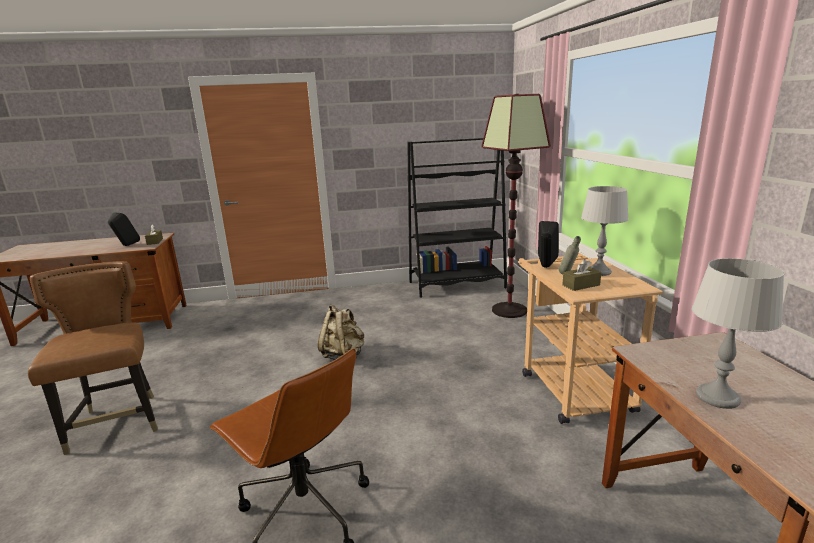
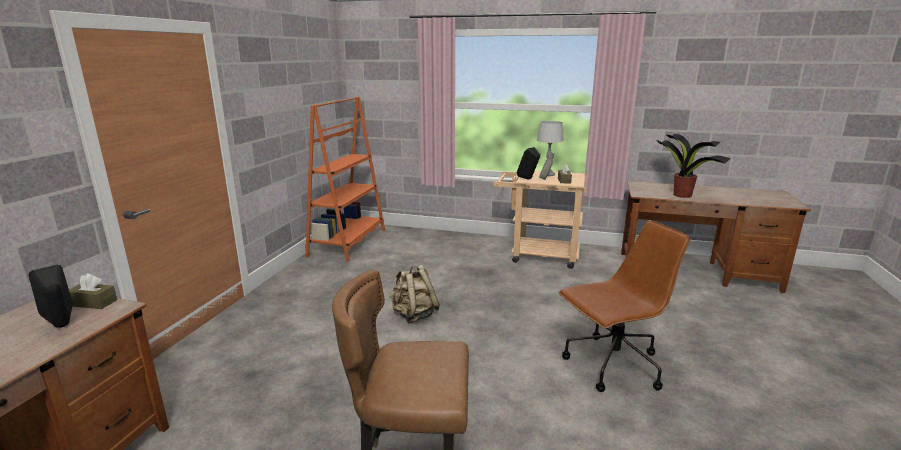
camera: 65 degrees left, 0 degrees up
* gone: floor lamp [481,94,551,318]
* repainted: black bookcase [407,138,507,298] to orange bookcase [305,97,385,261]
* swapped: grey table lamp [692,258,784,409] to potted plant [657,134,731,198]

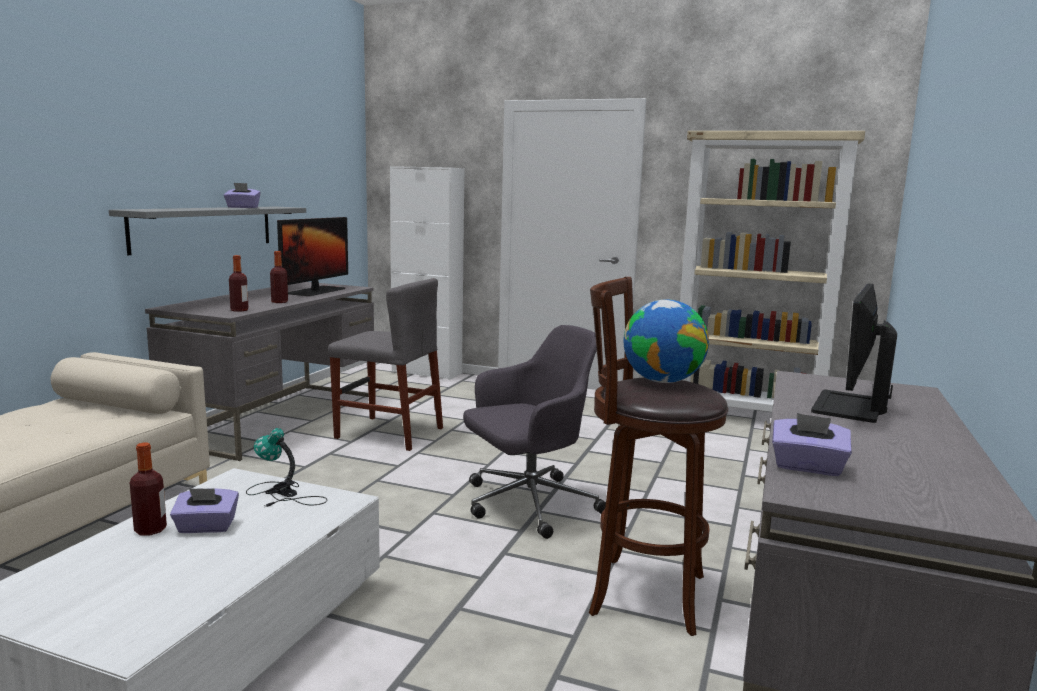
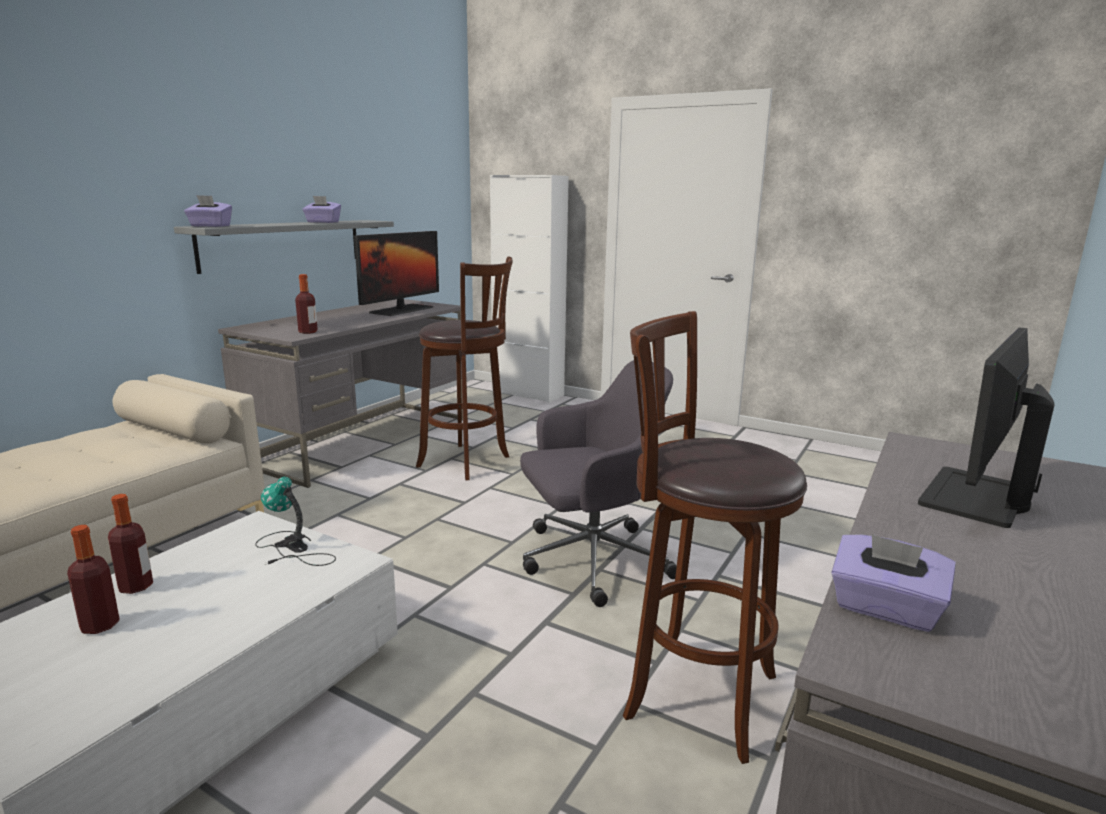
camera: 10 degrees right, 5 degrees up
* gone: beige bookcase [680,131,865,412]
* shifted: bottle [270,251,288,303] to [67,525,120,634]
* swapped: grey chair [328,278,443,451] to brown stool [416,256,513,480]
* gone: globe [624,299,709,383]
* shifted: purple tissue box [170,488,239,533] to [184,195,232,227]

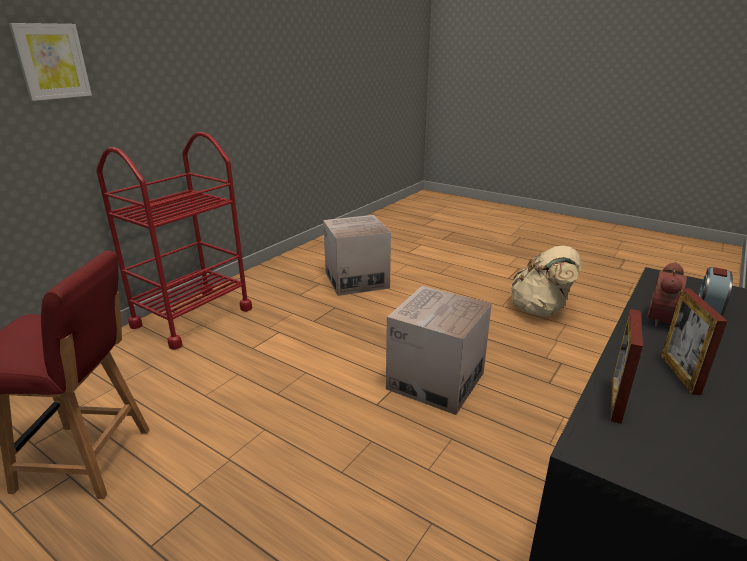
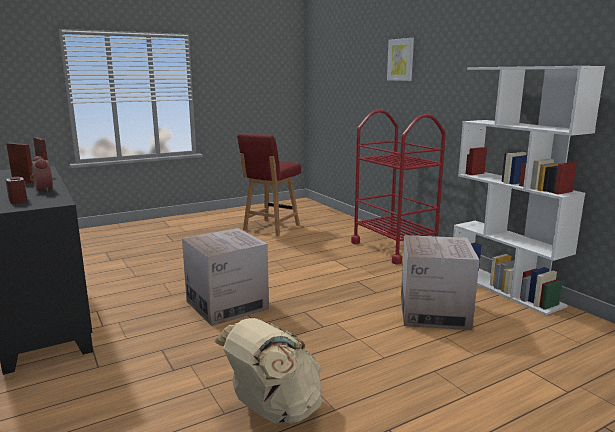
camera: 115 degrees right, 10 degrees down
* new: white bookcase [453,66,605,315]

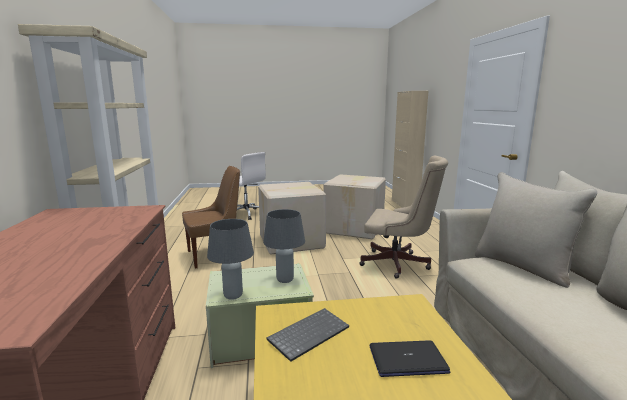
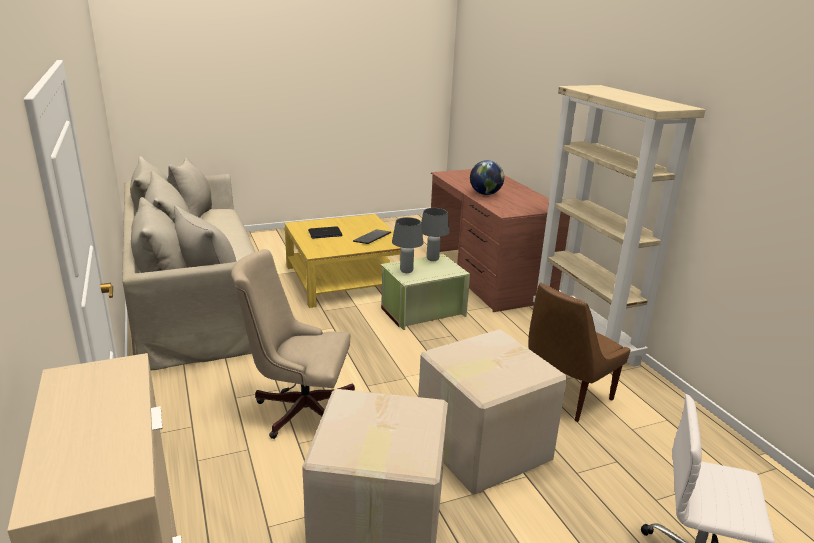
camera: 165 degrees right, 10 degrees up
* new: globe [470,160,504,195]

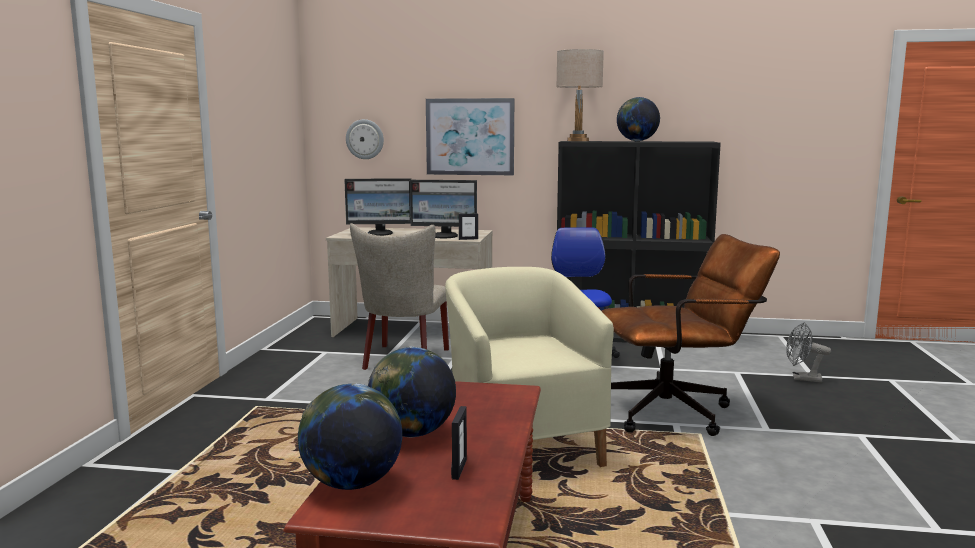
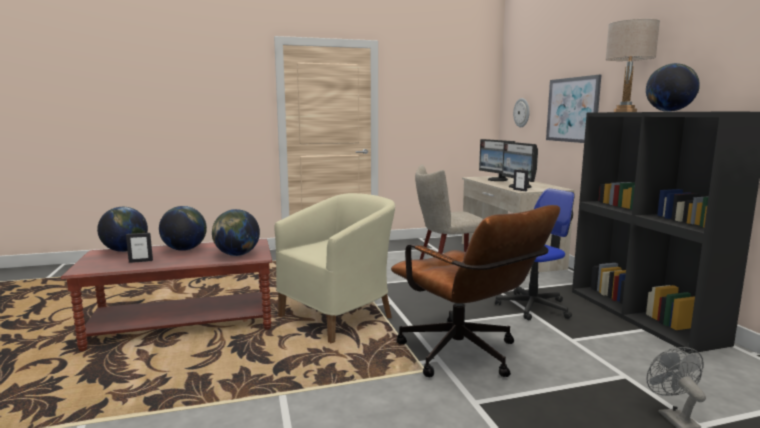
camera: 65 degrees right, 0 degrees up
* new: globe [212,209,260,256]

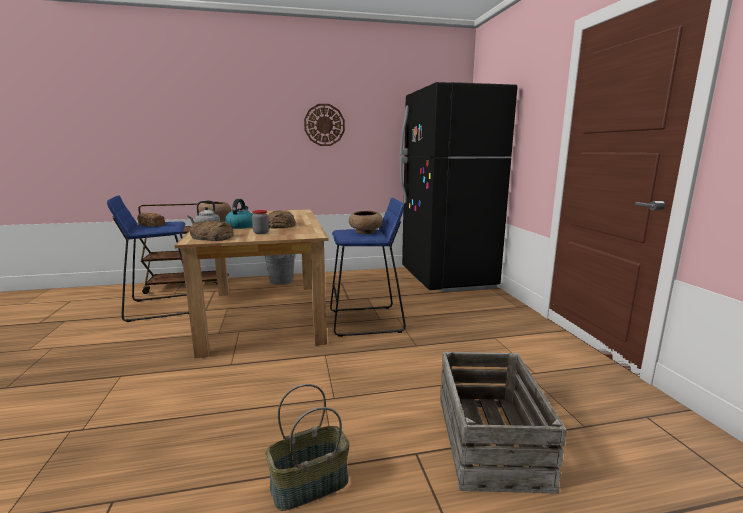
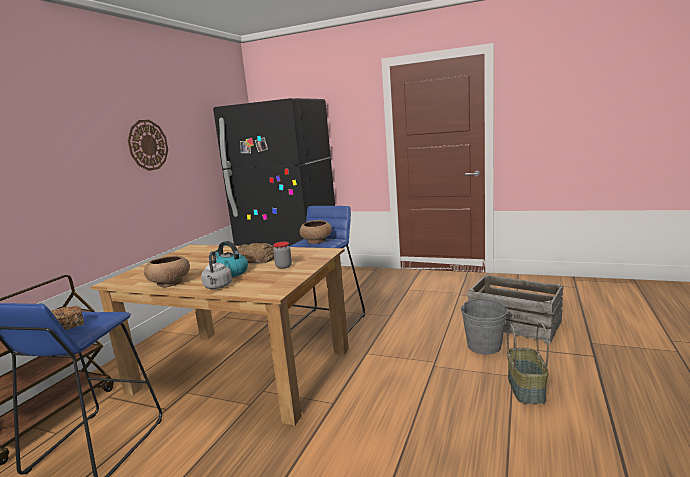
camera: 55 degrees left, 0 degrees up
* gone: bread [190,221,234,241]
* shifted: grey bucket [265,254,295,285] to [460,298,508,355]

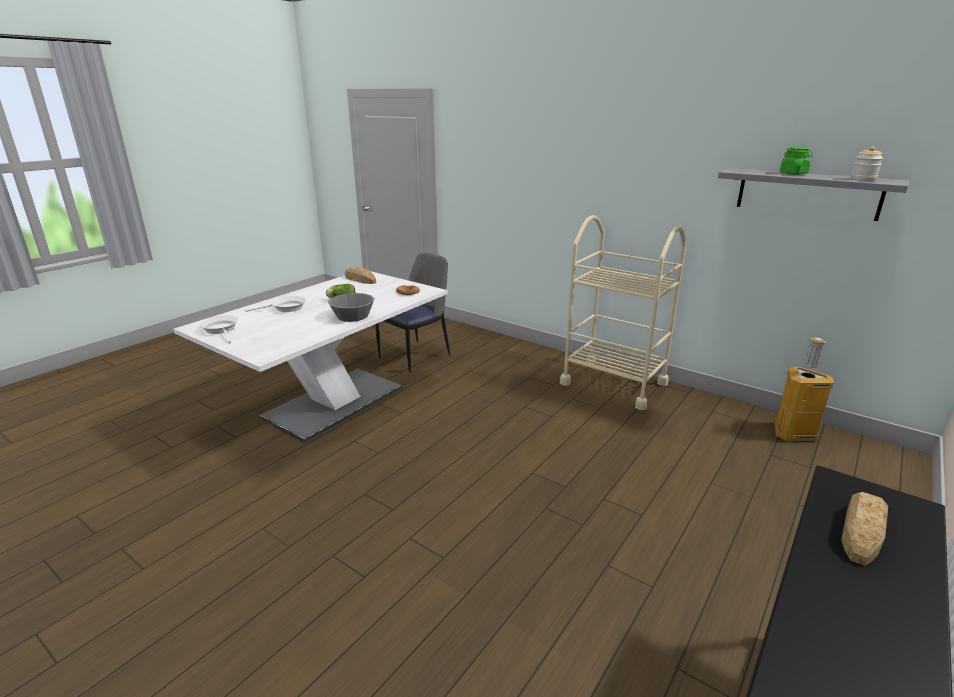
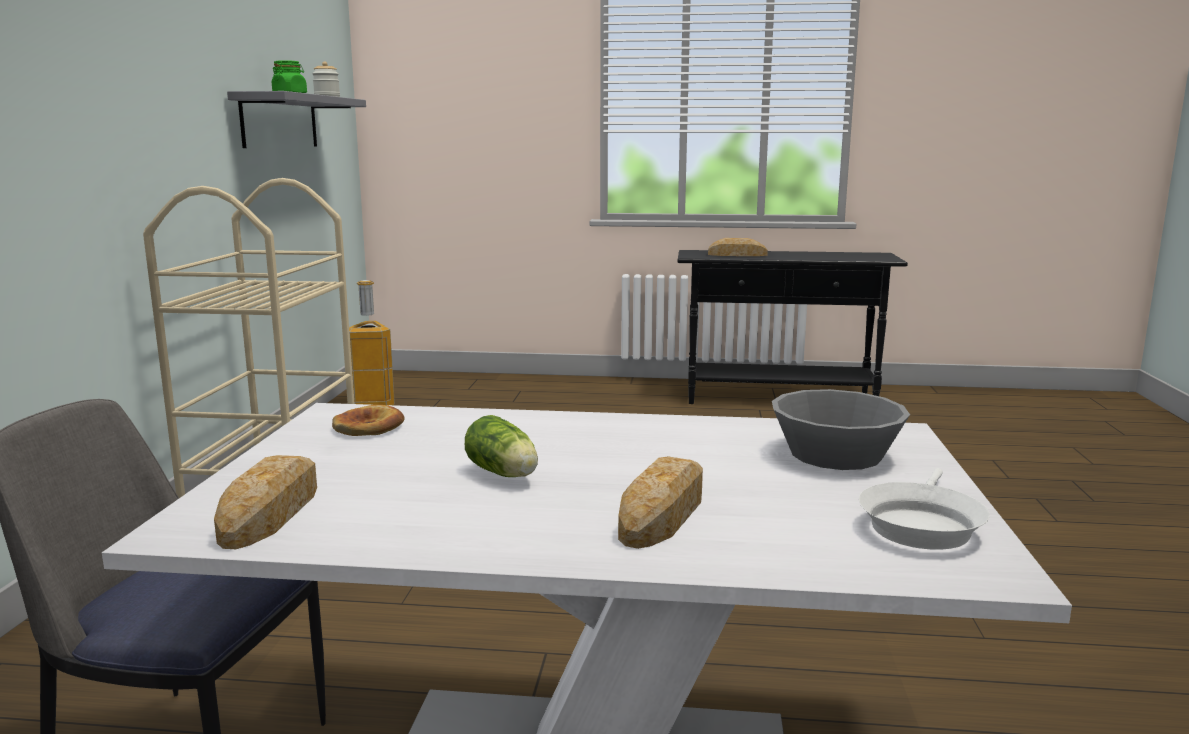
camera: 120 degrees left, 10 degrees down
* shifted: grey bowl [328,293,375,322] to [772,389,910,470]
* swapped: white frying pan [245,296,306,312] to bread [618,456,703,549]

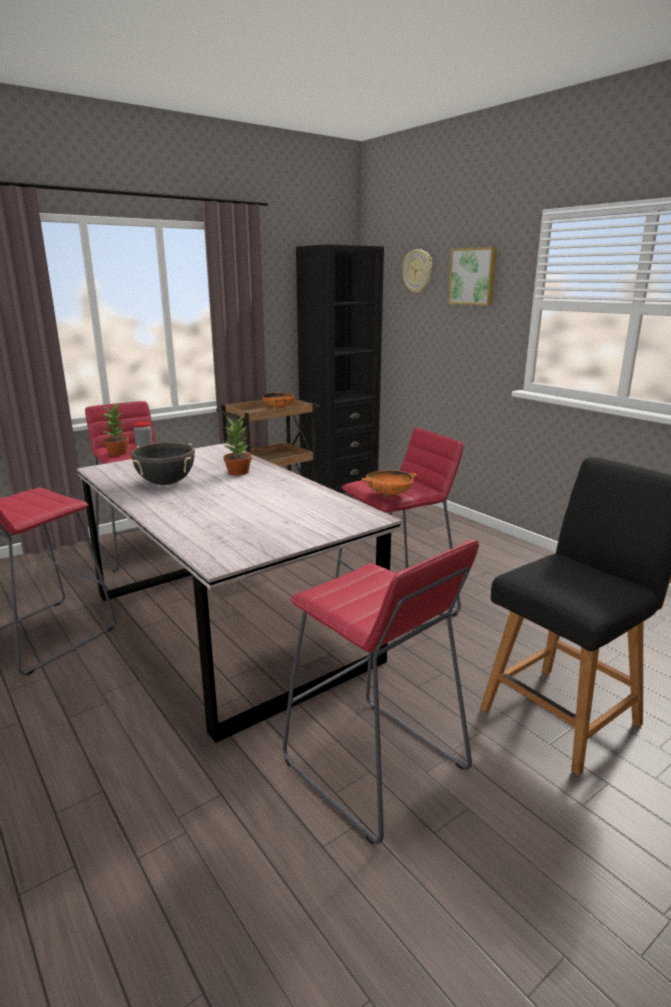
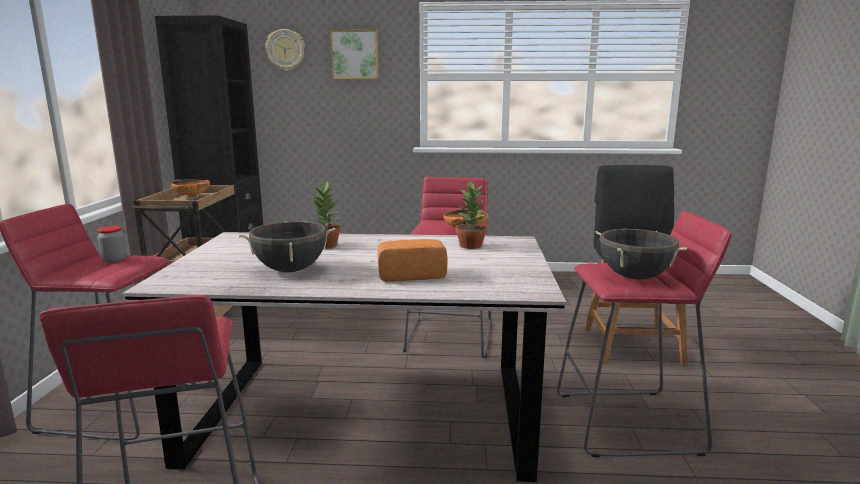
camera: 50 degrees left, 5 degrees down
* shifted: potted plant [103,402,129,456] to [456,182,487,249]
* new: black cooking pot [595,229,687,280]
* new: bread [377,239,448,282]

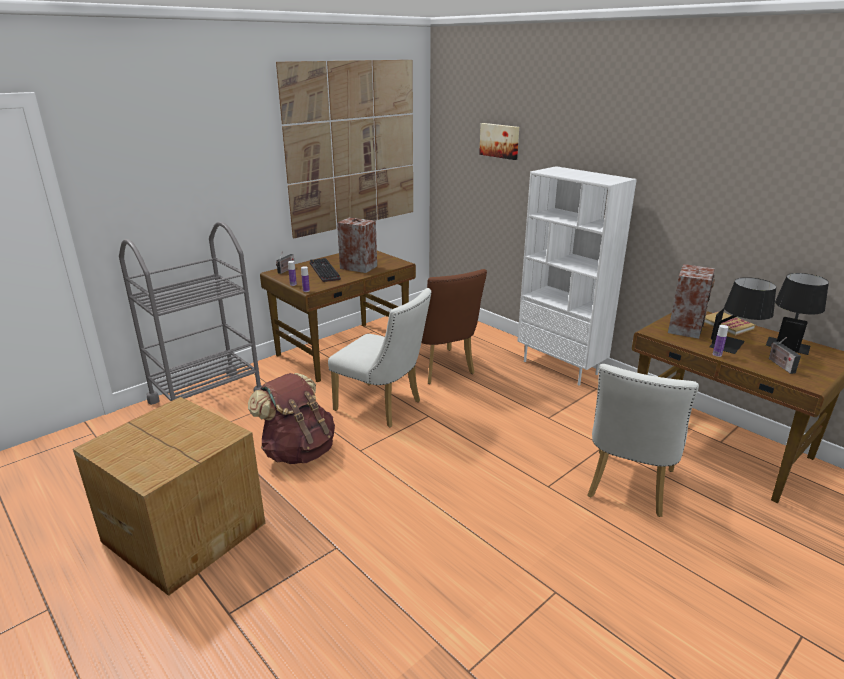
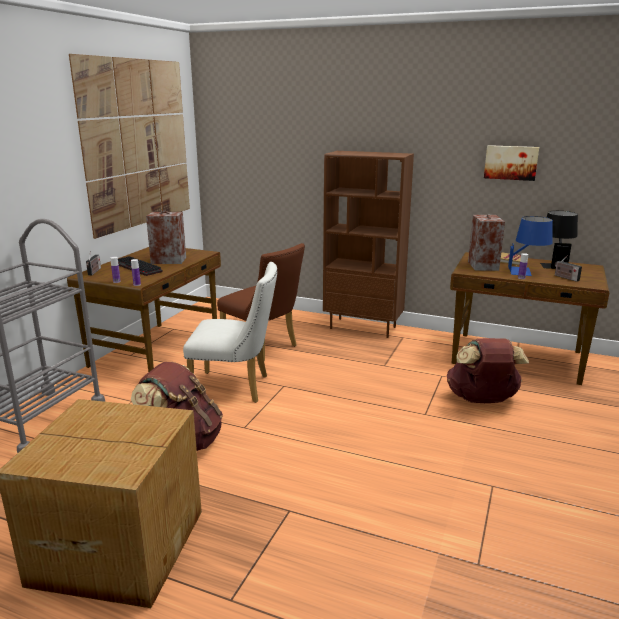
camera: 25 degrees left, 5 degrees down
* shifted: picture [479,123,519,160] to [484,145,539,181]
* repainted: white bookcase [517,166,637,385] to brown bookcase [323,151,414,338]
* repainted: black table lamp [709,277,776,354] to blue table lamp [508,216,553,276]
* swapped: white chair [587,364,699,517] to brown backpack [447,338,529,403]

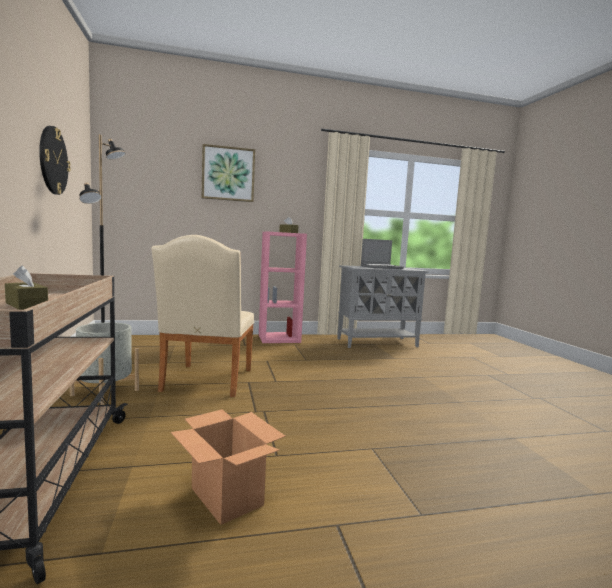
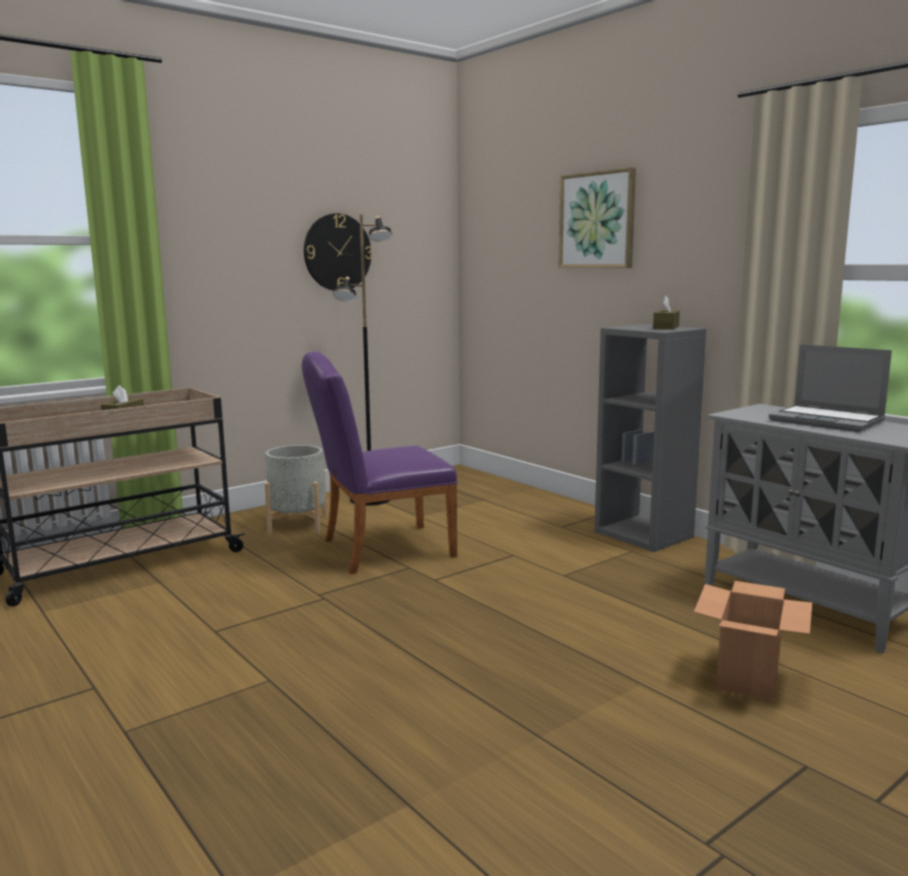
camera: 65 degrees right, 5 degrees up
* repainted: pink bookcase [259,231,307,343] to grey bookcase [594,324,706,552]
* repainted: beige chair [151,235,254,397] to purple chair [301,351,458,574]
* shifted: cardboard box [171,409,286,525] to [694,581,812,701]

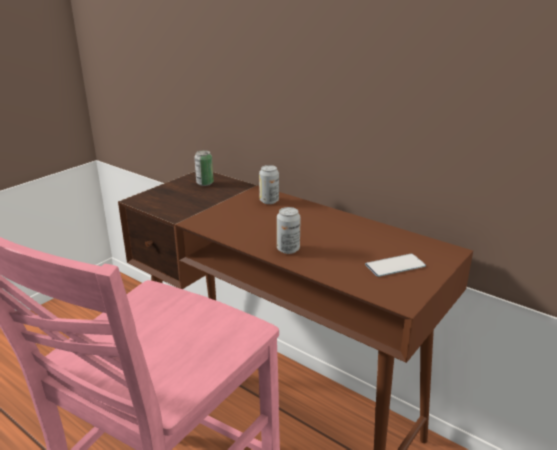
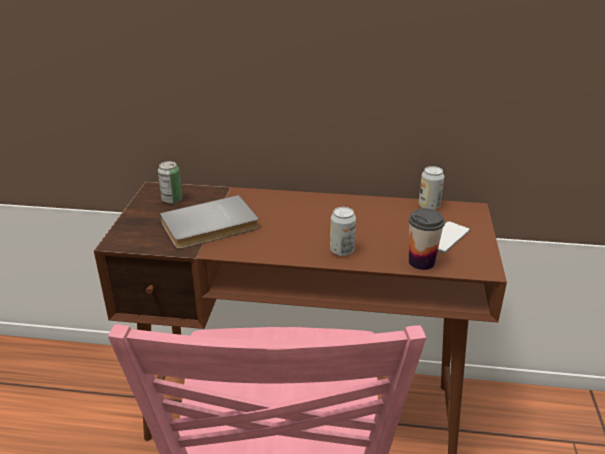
camera: 30 degrees left, 5 degrees up
* shifted: can [259,165,279,204] to [419,166,444,210]
* new: grey book [160,195,259,249]
* new: cup [409,208,445,270]

